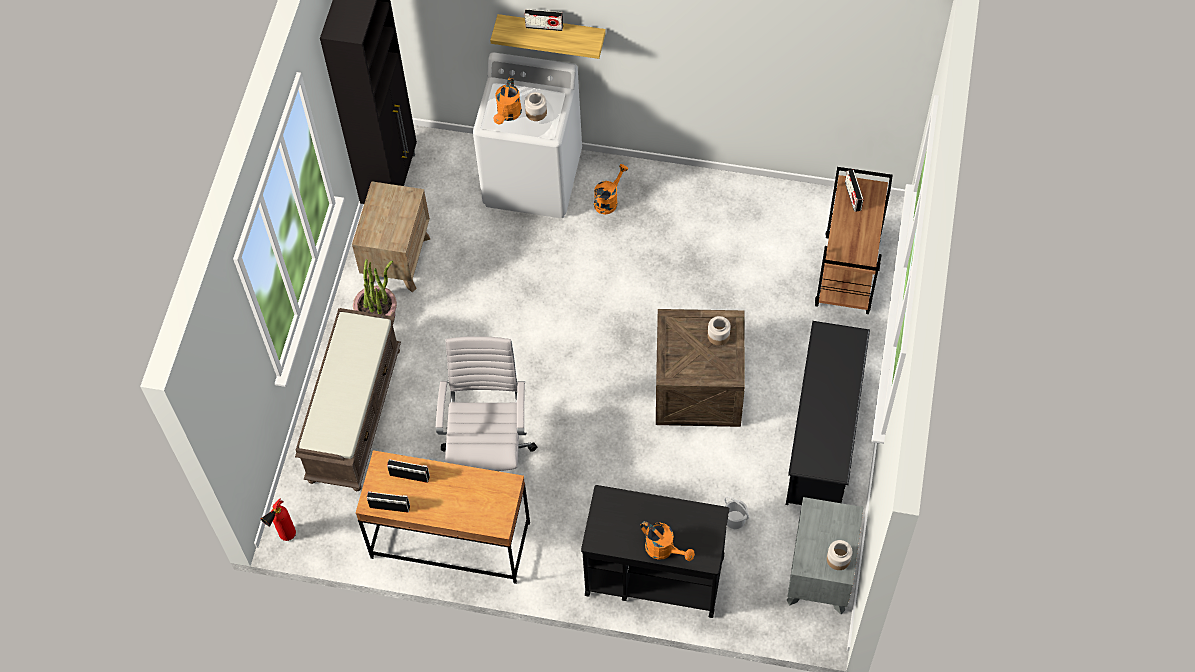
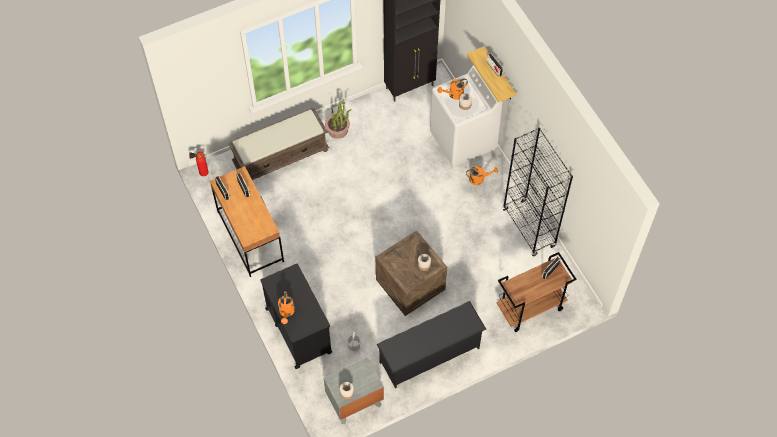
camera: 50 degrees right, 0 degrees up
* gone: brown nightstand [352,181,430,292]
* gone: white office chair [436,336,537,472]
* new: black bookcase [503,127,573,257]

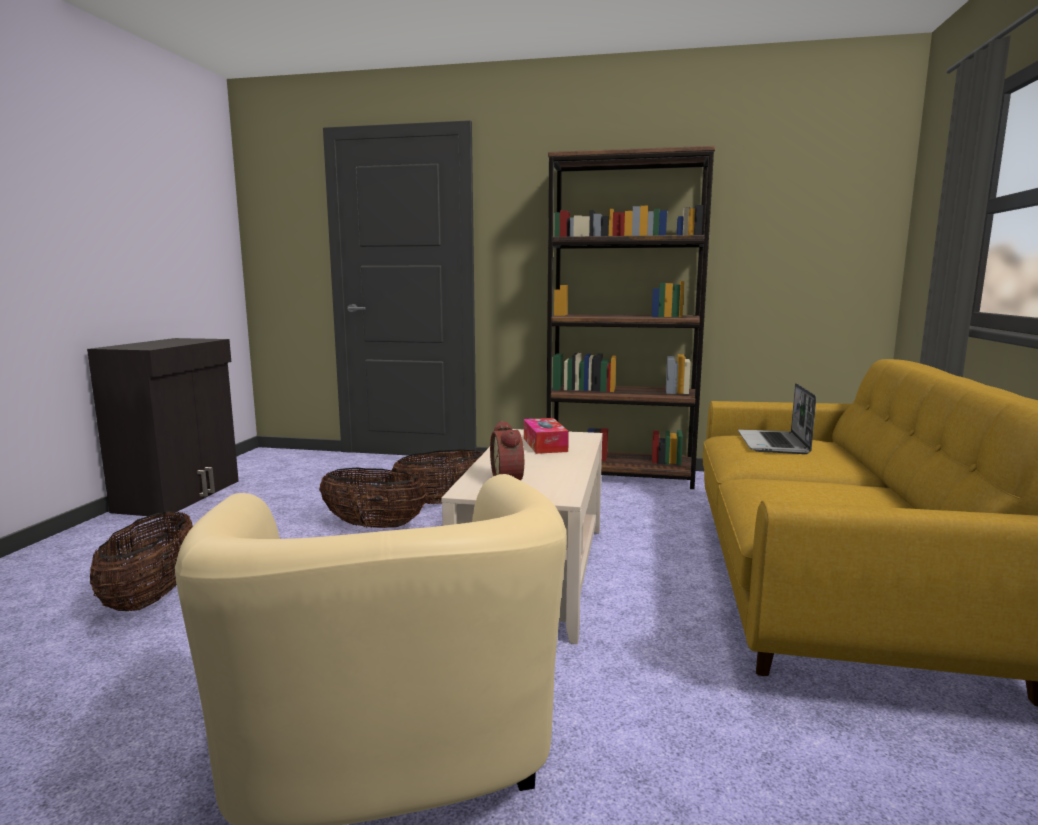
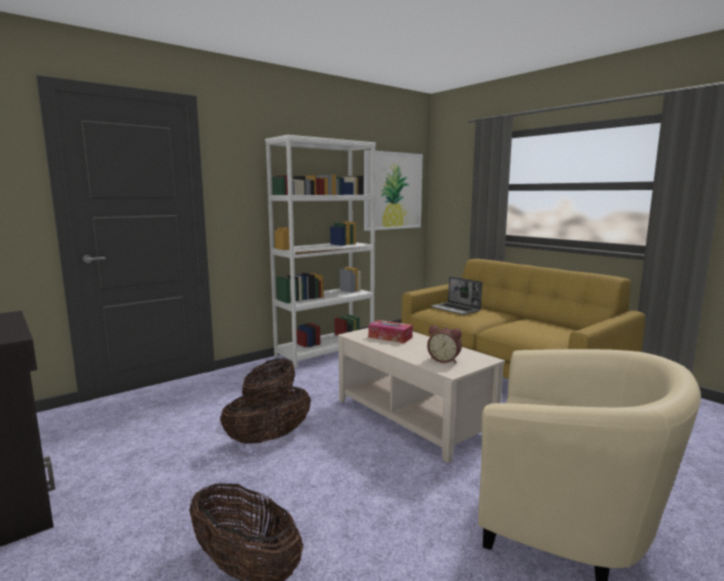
camera: 50 degrees left, 0 degrees up
* repainted: brown bookcase [547,146,715,489] to white bookcase [265,135,376,368]
* new: picture [364,150,423,231]

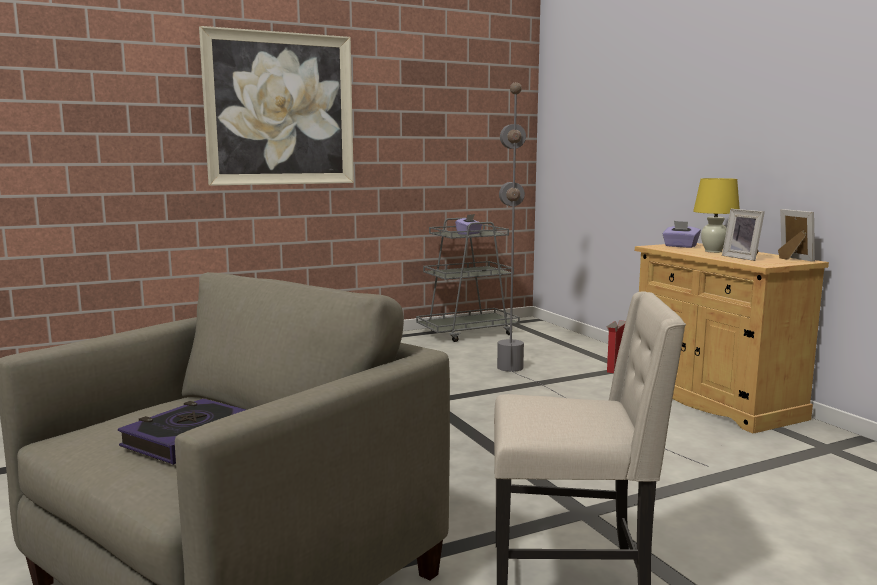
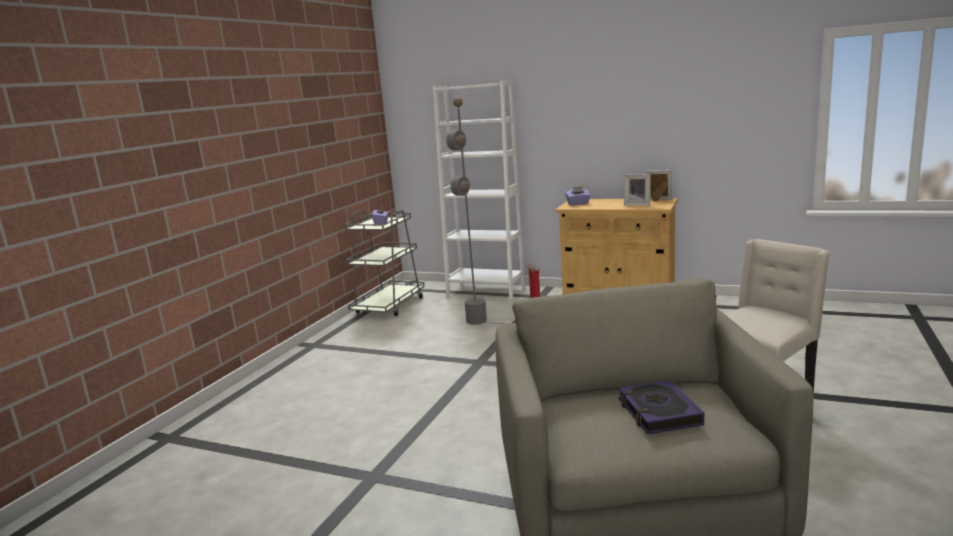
camera: 40 degrees left, 5 degrees up
* gone: picture [199,26,354,186]
* gone: yellow table lamp [693,178,740,253]
* new: white bookcase [432,80,525,299]

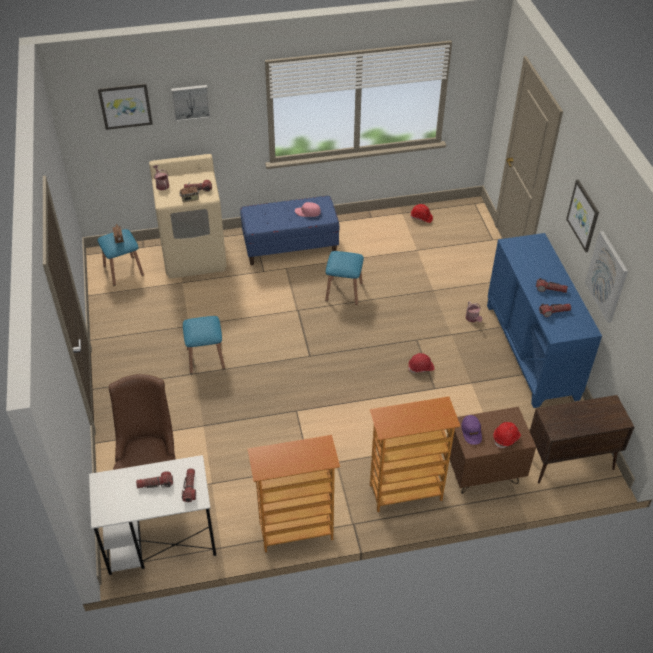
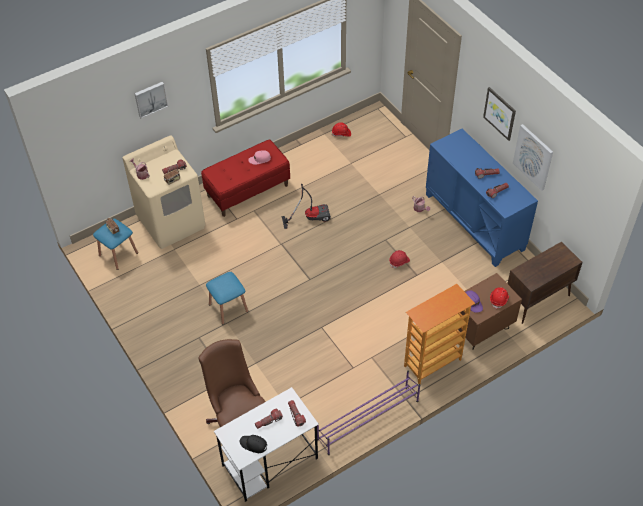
camera: 20 degrees left, 5 degrees up
* gone: picture [98,83,153,130]
* repainted: blue bench [240,196,339,265] to red bench [201,139,290,217]
* swapped: blue stool [325,251,364,305] to vacuum cleaner [282,183,331,229]
* swapped: bookcase [248,435,340,552] to purple shoe rack [317,370,420,455]
* new: black cap [240,435,267,453]

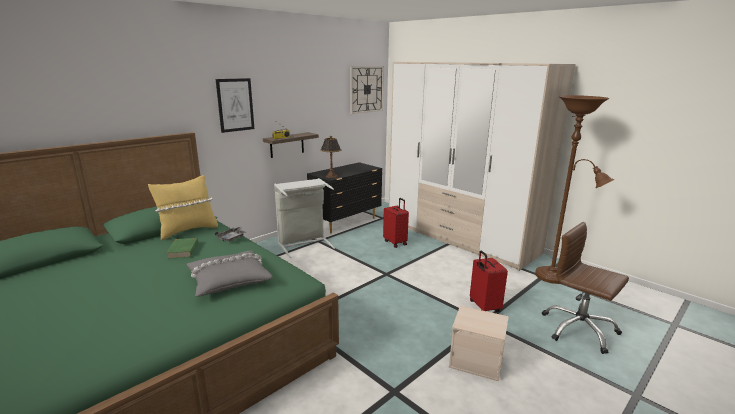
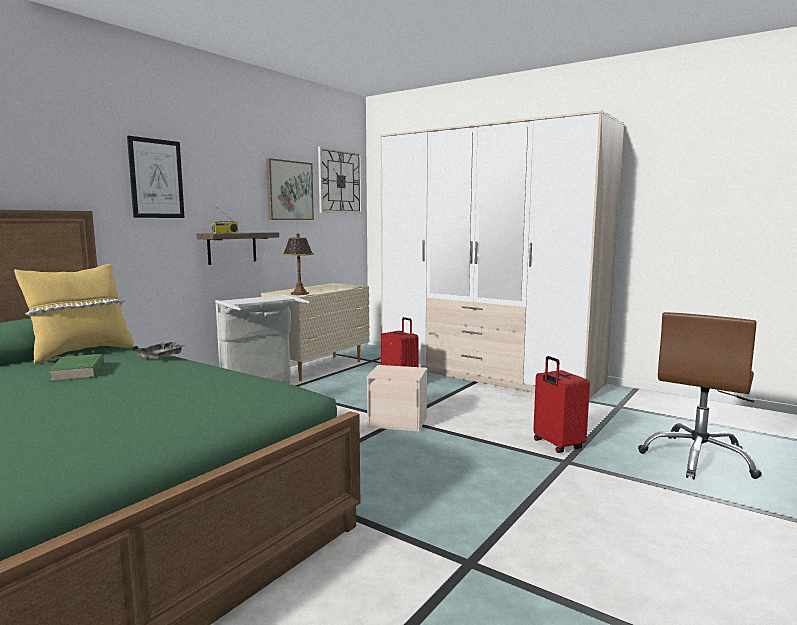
camera: 10 degrees left, 10 degrees down
* gone: brown floor lamp [535,95,614,284]
* repainted: black dresser [307,162,382,234] to beige dresser [261,283,370,381]
* rotated: brown office chair [542,222,629,354] = [638,312,762,479] 90 degrees counterclockwise
* gone: grey pillow [187,251,273,297]
* shifted: beige storage box [449,306,509,381] to [366,365,427,432]
* new: picture [266,158,314,220]

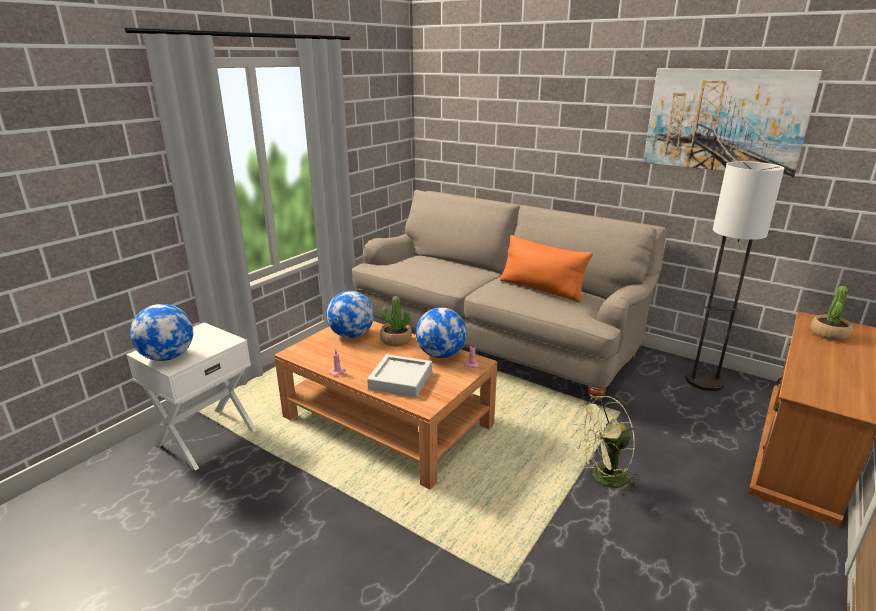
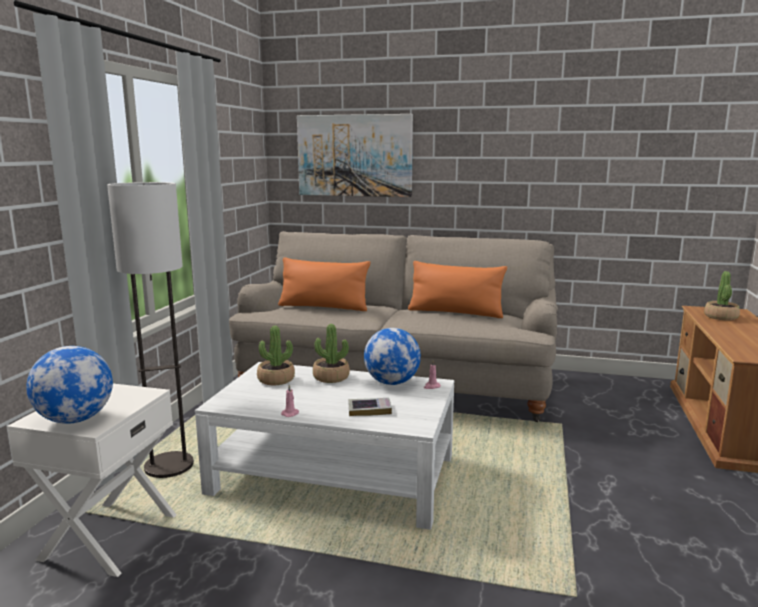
camera: 20 degrees left, 10 degrees down
* shifted: picture [643,68,822,178] to [297,114,413,197]
* shifted: floor lamp [685,161,785,391] to [107,182,194,478]
* swapped: globe [326,291,374,338] to potted plant [257,326,295,385]
* repainted: brown coffee table [274,321,498,490] to white coffee table [195,362,454,530]
* swapped: grey tray [367,354,432,397] to book [348,398,392,416]
* gone: green fan [573,396,639,497]
* new: orange pillow [278,257,370,311]

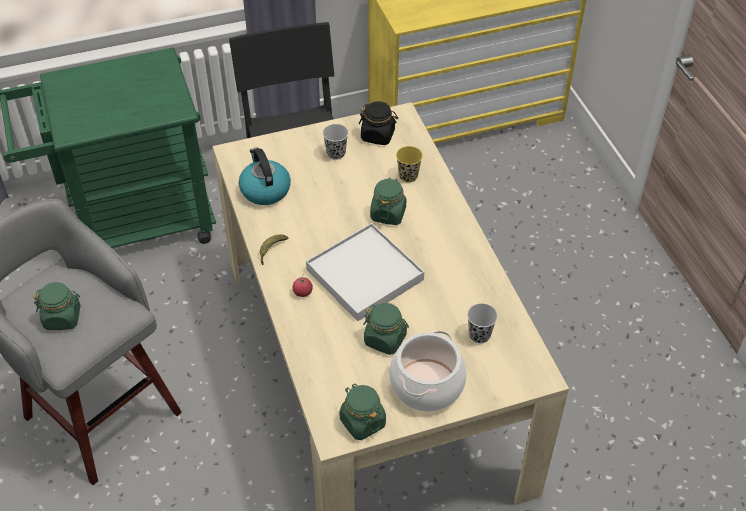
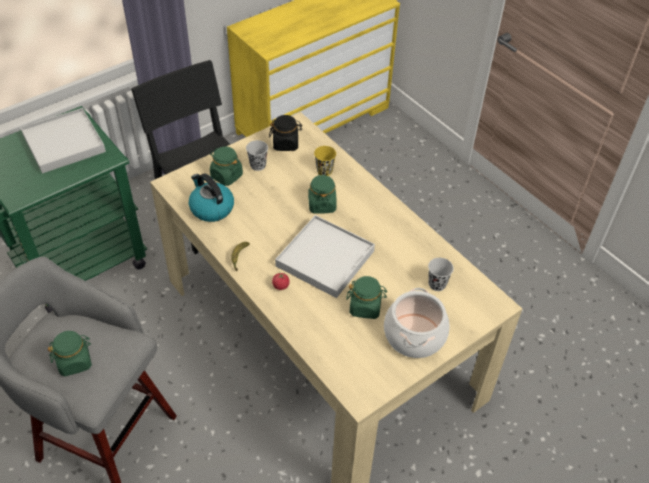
camera: 20 degrees left, 0 degrees up
* shifted: green jar [340,384,386,440] to [210,146,243,186]
* new: white tray [20,108,106,174]

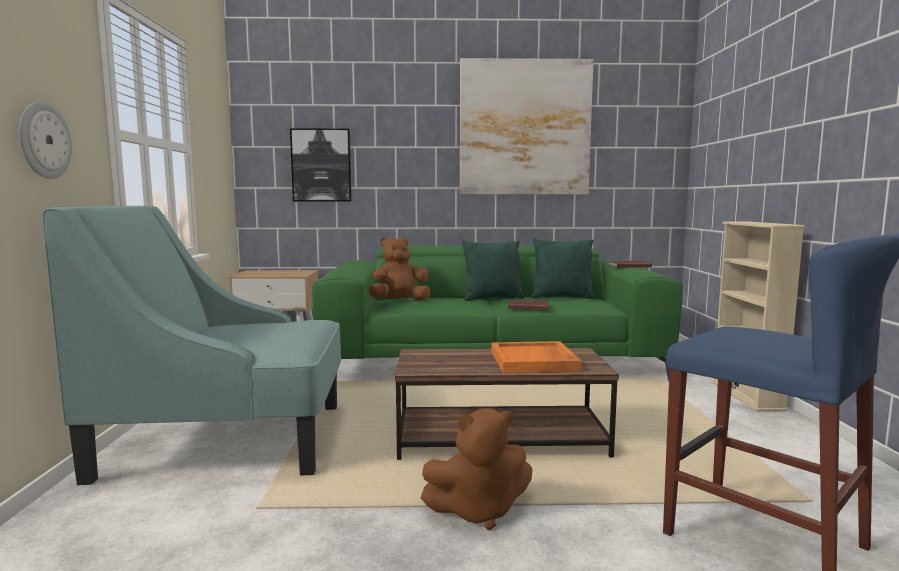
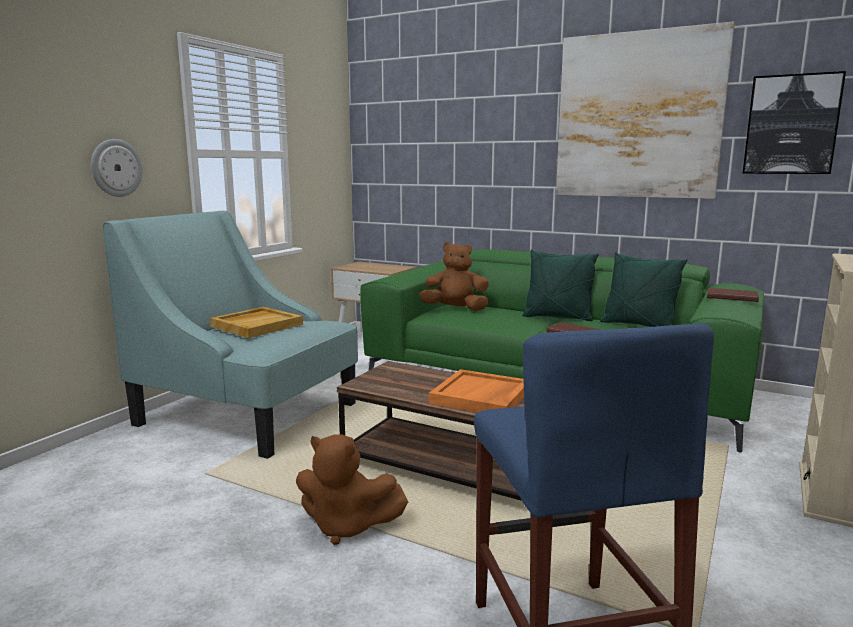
camera: 30 degrees right, 5 degrees up
* shifted: picture [290,129,352,202] to [743,71,846,174]
* new: beige tray [210,307,303,338]

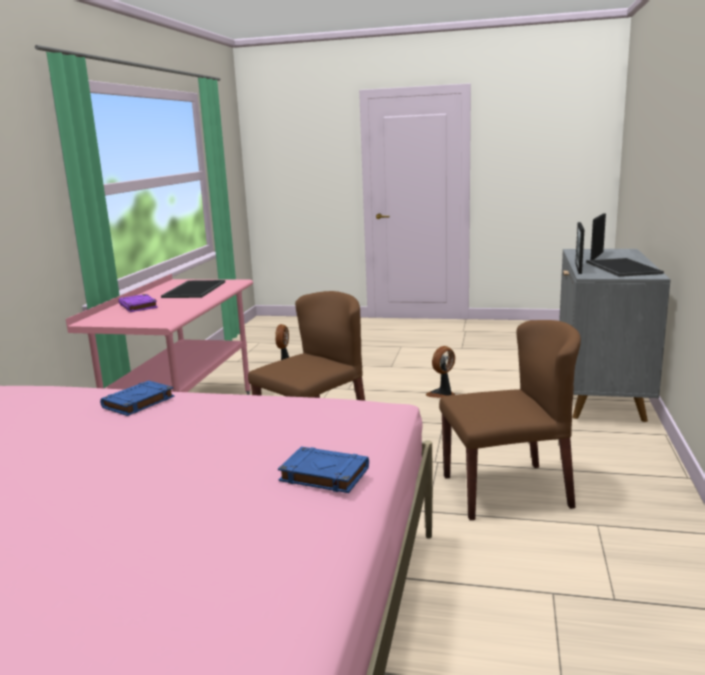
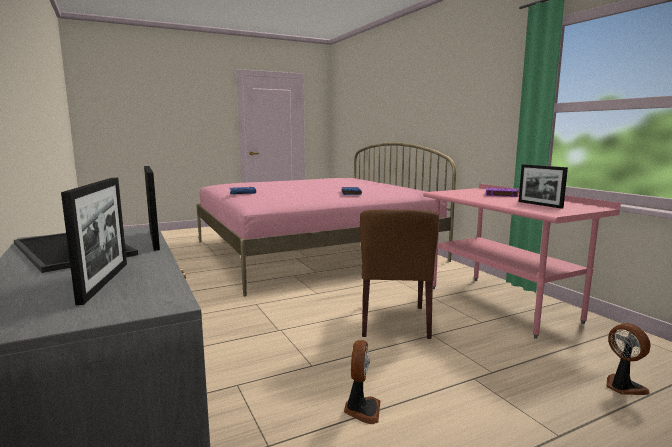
camera: 140 degrees right, 5 degrees down
* swapped: tray [161,280,225,298] to picture frame [519,164,568,209]
* gone: brown chair [439,320,581,521]

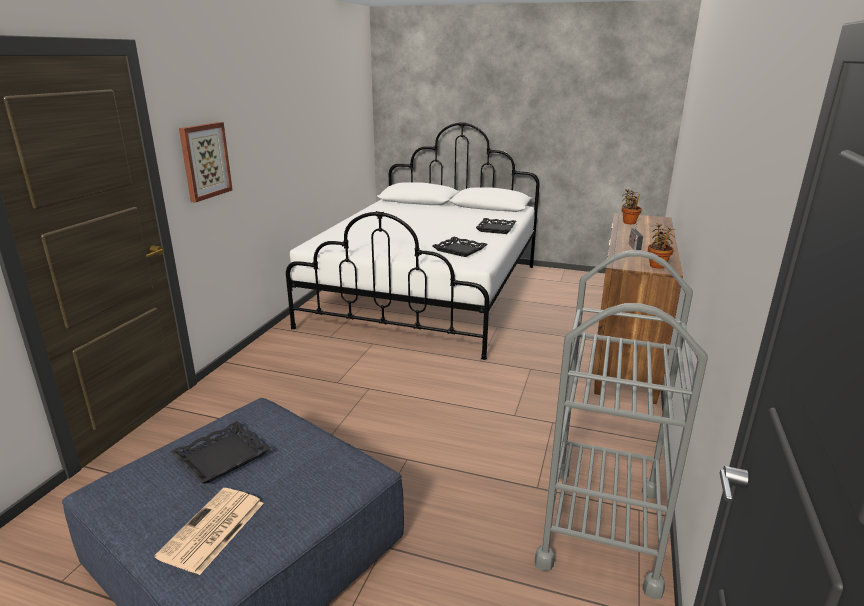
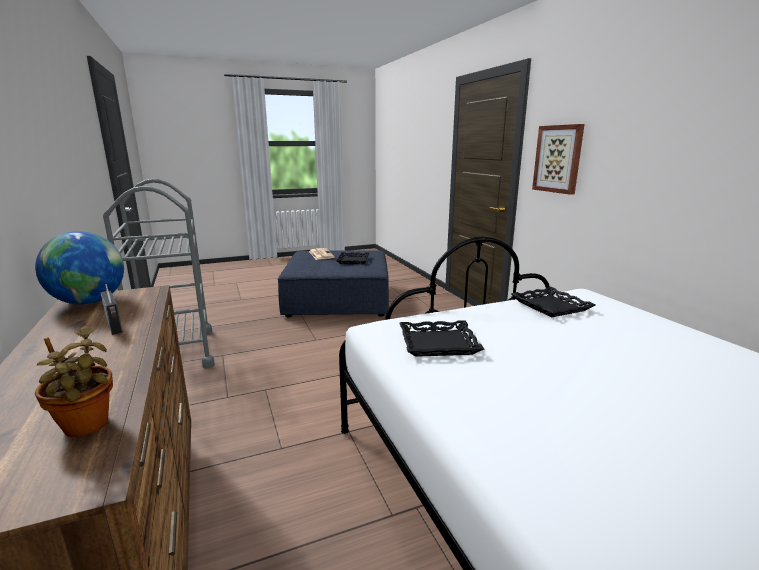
camera: 140 degrees right, 5 degrees down
* shifted: black tray [476,218,516,234] to [511,287,595,317]
* swapped: potted plant [648,223,675,269] to globe [35,231,124,305]

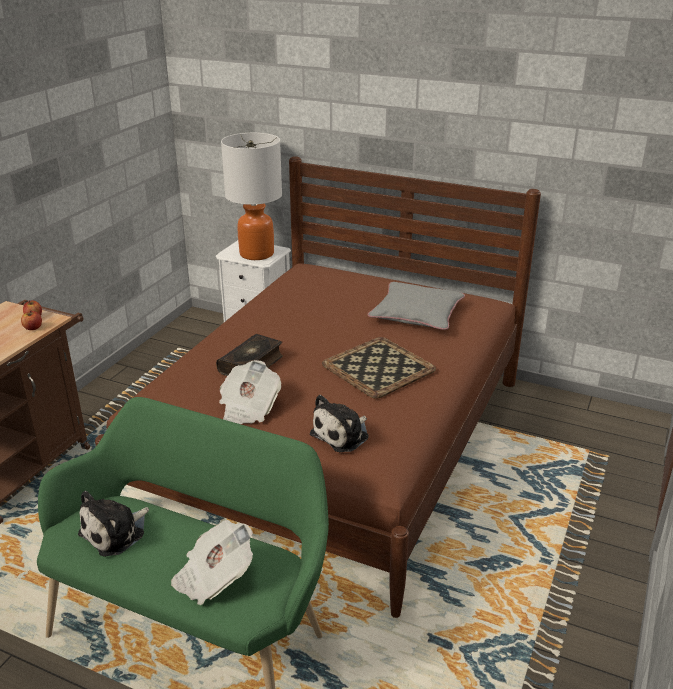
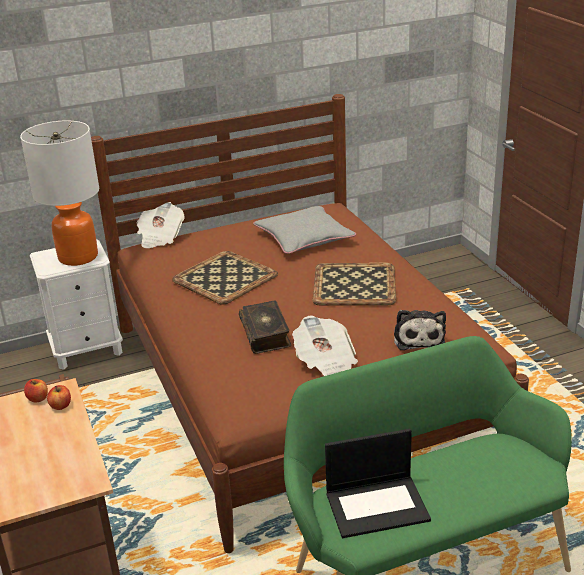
camera: 45 degrees left, 0 degrees up
* swapped: plush toy [78,491,149,557] to laptop [325,429,431,538]
* shifted: newspaper [171,520,253,605] to [136,202,185,248]
* new: tray [172,251,278,305]

